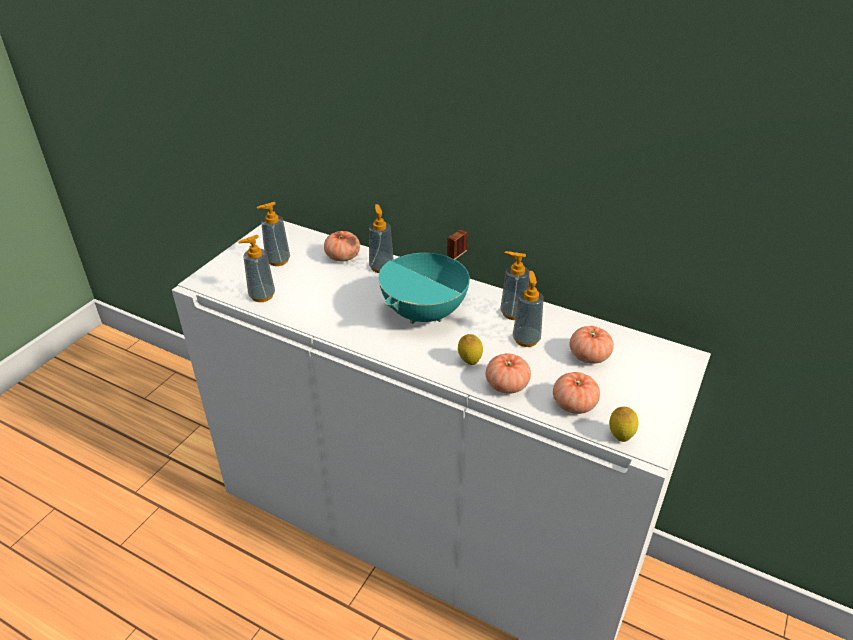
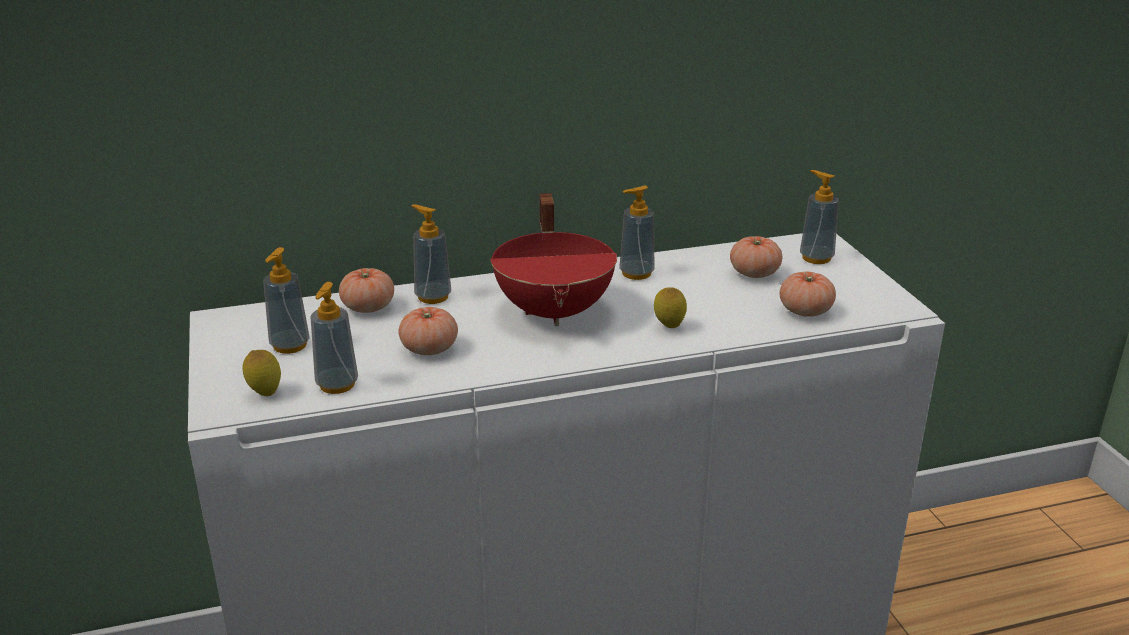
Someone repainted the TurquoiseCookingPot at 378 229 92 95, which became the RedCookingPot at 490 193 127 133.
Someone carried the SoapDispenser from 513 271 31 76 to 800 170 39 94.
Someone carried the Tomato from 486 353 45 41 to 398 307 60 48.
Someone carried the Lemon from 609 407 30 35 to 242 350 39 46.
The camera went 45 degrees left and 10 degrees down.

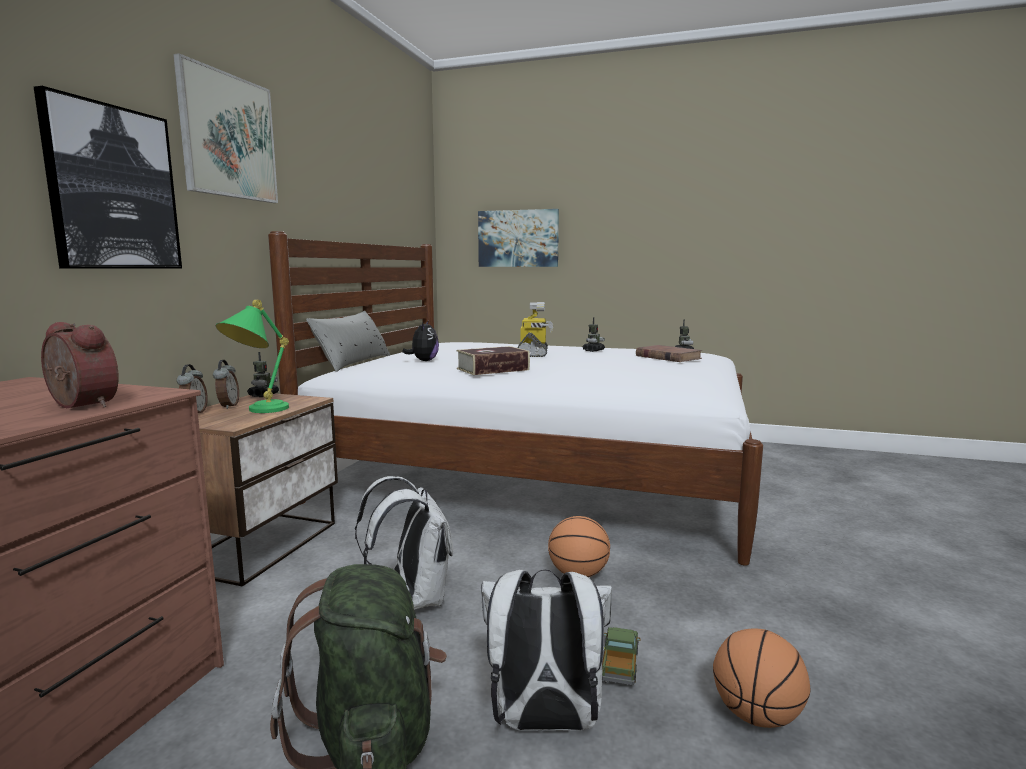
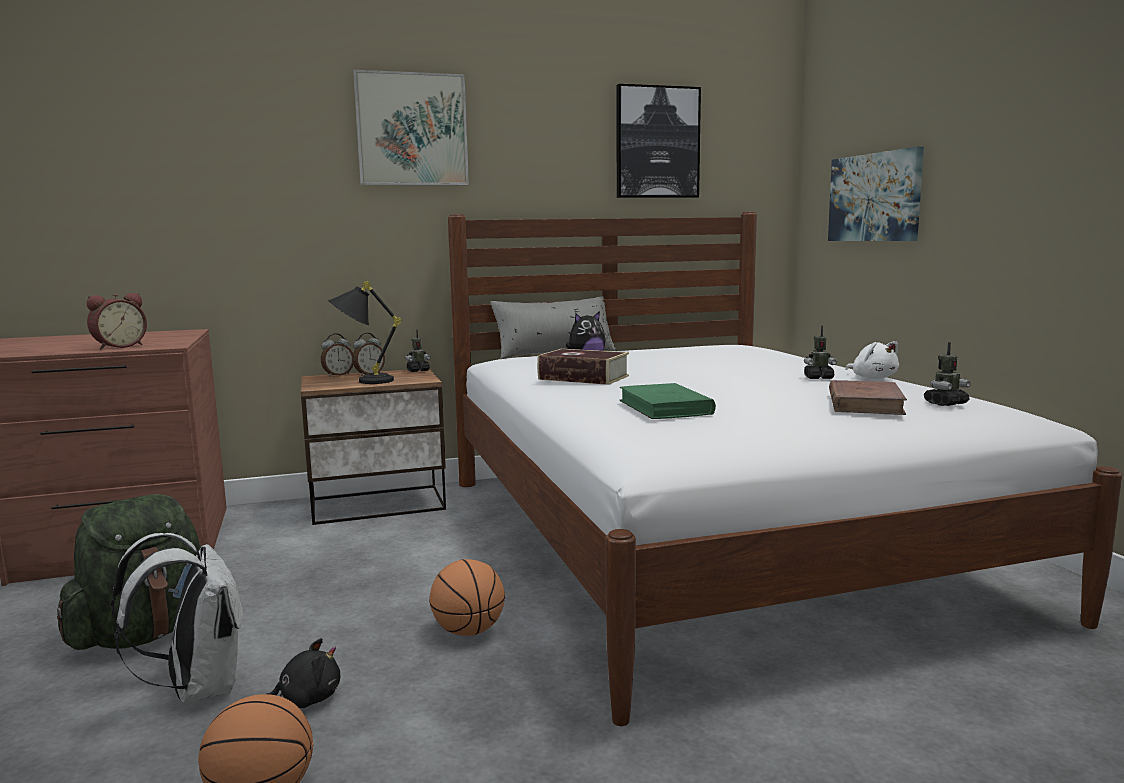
Someone carried the Picture from 34 86 148 183 to 616 84 85 114.
Someone repainted the GreenTableLamp at 216 300 73 113, which became the BlackTableLamp at 328 281 73 103.
Someone took away the ToyRobot at 518 302 35 55.
Someone rotated the AlarmClock at 41 322 78 86 by 45 degrees clockwise.
Someone took away the WhiteBackpack at 355 476 98 134.
Someone swapped the ToyTruck at 602 627 39 58 for the BlackPlushToy at 267 638 73 70.
Someone put down the WhitePlushToy at 846 341 53 38.
Someone put down the GreenBook at 620 383 96 36.
The camera went 55 degrees right and 0 degrees up.

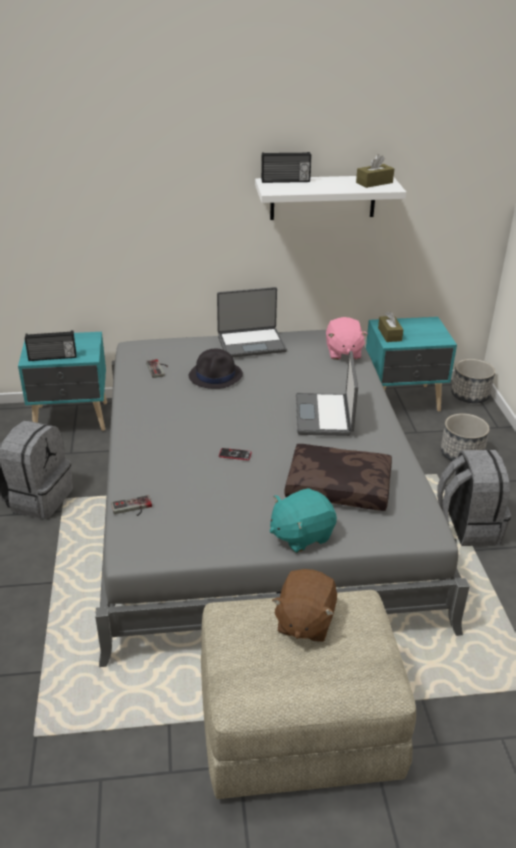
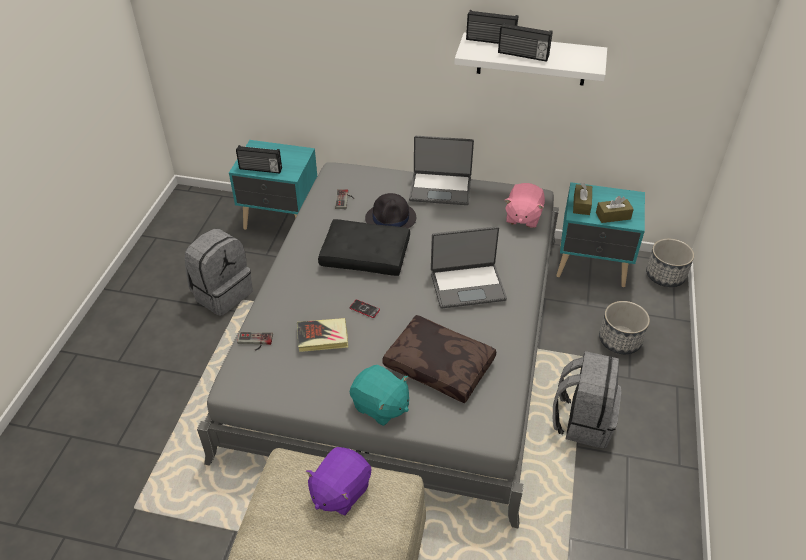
Someone carried the BrownTissueBox from 356 154 38 34 to 596 196 38 27.
Someone rotated the Laptop at 296 351 62 85 by 120 degrees counterclockwise.
Someone rotated the TurquoisePlushToy at 270 488 67 65 by 135 degrees counterclockwise.
Someone repainted the BrownPlushToy at 272 569 65 73, which became the PurplePlushToy at 306 447 65 68.
Someone put down the Radio at 498 22 55 40.
Someone put down the BlackPillow at 318 219 92 57.
Someone put down the Book at 297 318 51 34.
The camera went 20 degrees right and 10 degrees up.

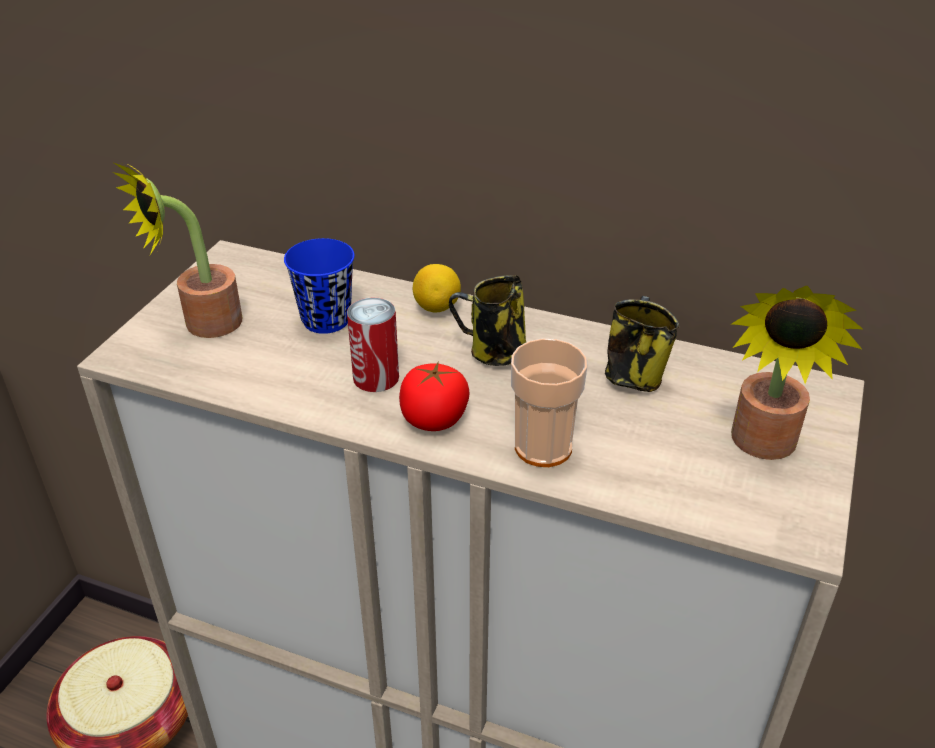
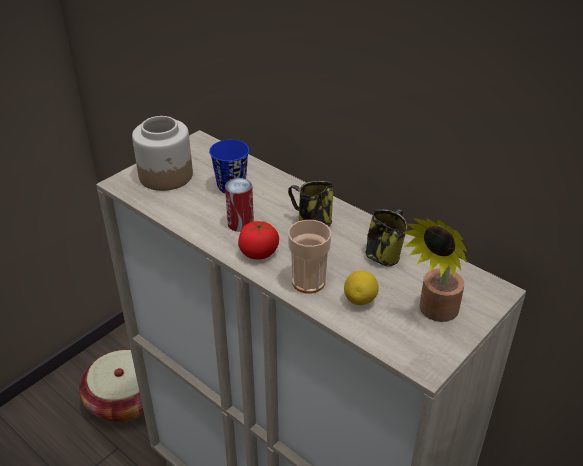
Someone swapped the PottedPlant at 112 162 130 176 for the Jar at 132 116 61 75.
Someone carried the Lemon from 412 264 49 48 to 344 271 35 34.
The camera went 20 degrees right and 0 degrees up.

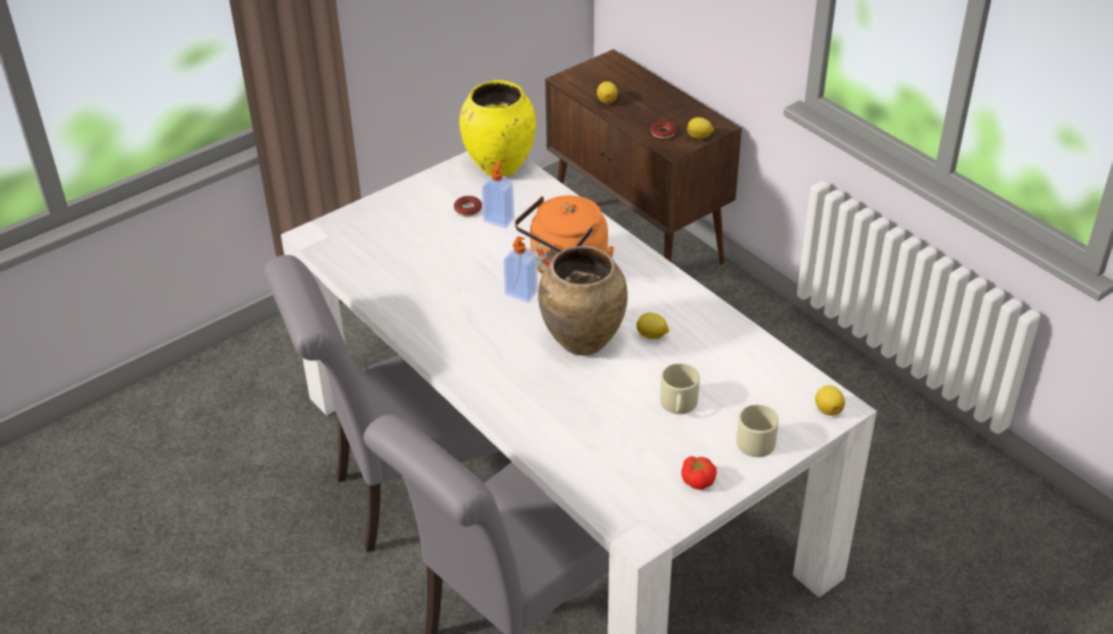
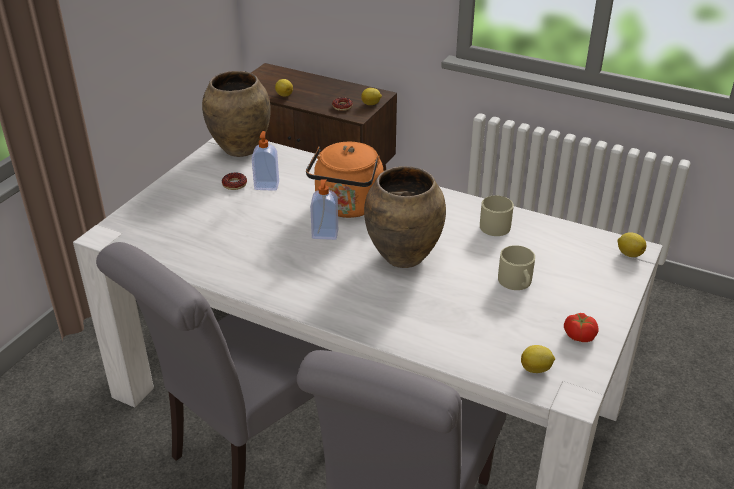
Someone repainted the YellowVase at 459 80 77 97, which became the BrownVase at 202 71 69 86.
Someone carried the Lemon from 636 313 33 26 to 521 345 34 28.
Someone carried the BeigeMug from 737 405 42 52 to 480 195 34 41.
The camera went 25 degrees left and 5 degrees down.

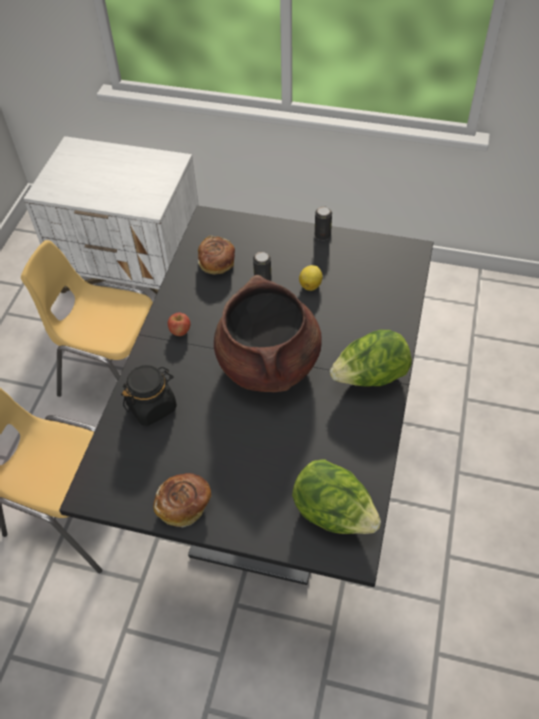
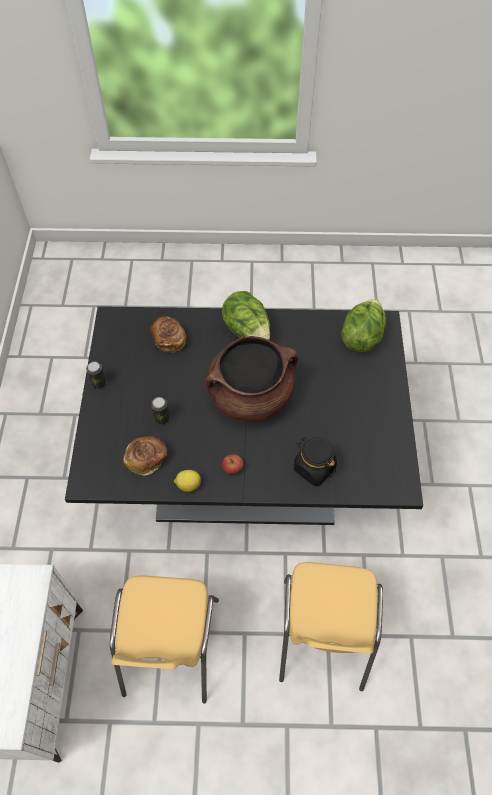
Someone carried the Lemon from 299 265 24 26 to 174 470 27 22.
Someone carried the Bread from 153 473 58 54 to 151 317 35 36.
The camera went 105 degrees left and 5 degrees up.

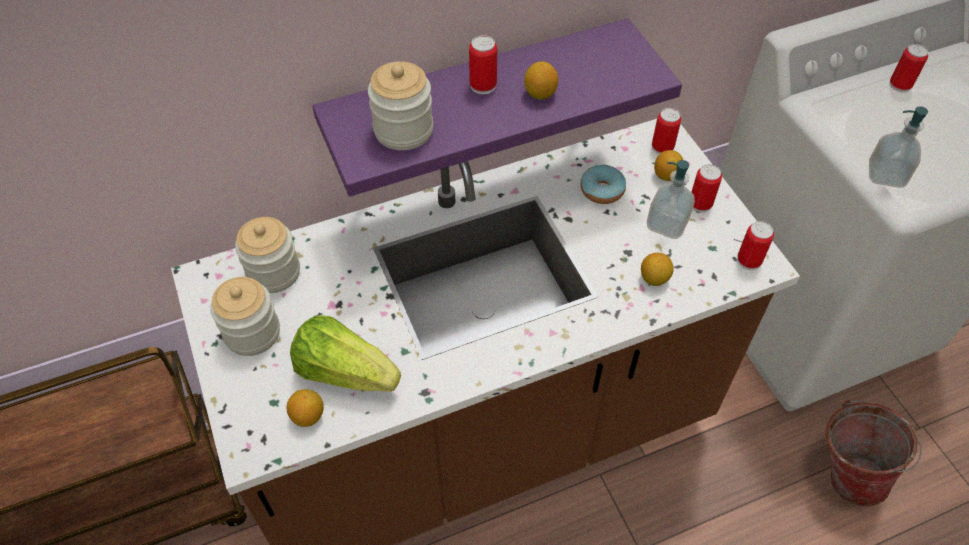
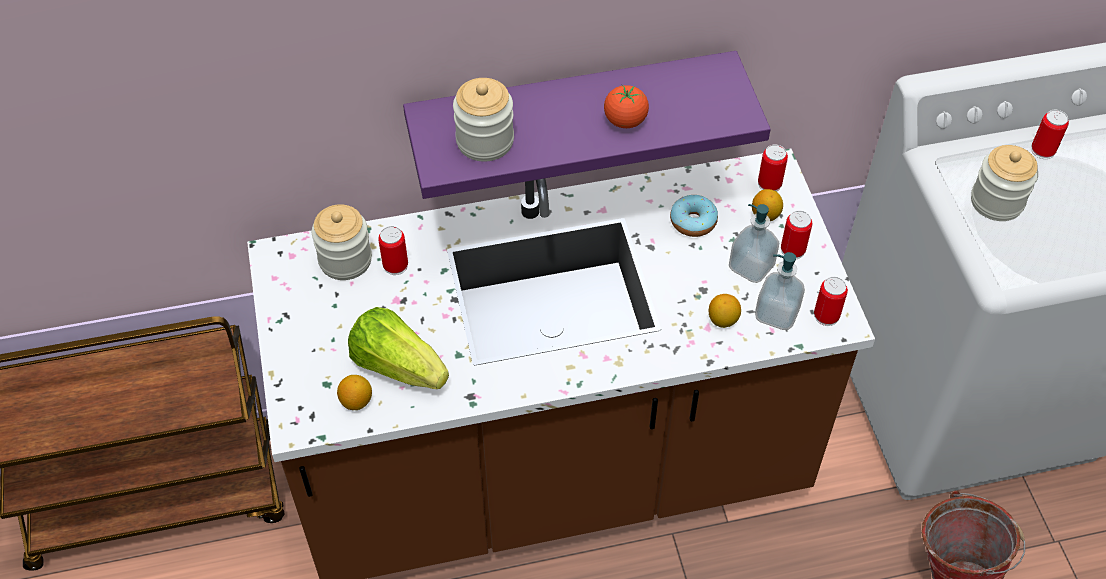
Someone carried the Can from 469 35 28 59 to 378 226 30 49.
Someone swapped the Lemon at 524 61 34 39 for the Tomato at 604 85 45 43.
Someone carried the SoapDispenser from 869 106 59 82 to 755 252 50 78.
Someone carried the Jar from 211 277 69 79 to 971 145 67 76.
The camera went 10 degrees right and 0 degrees up.

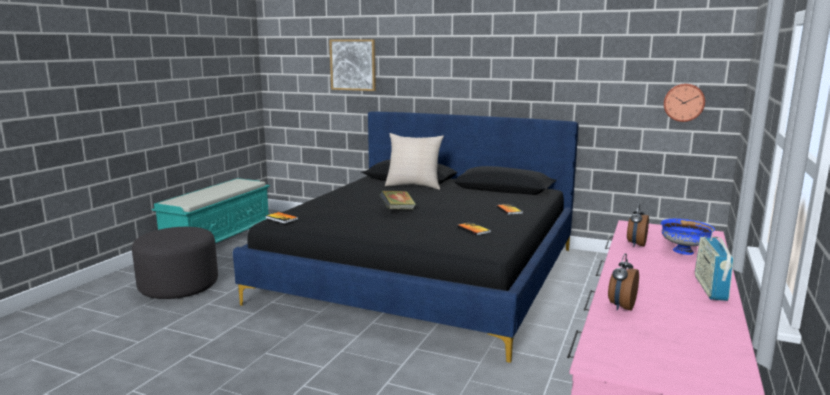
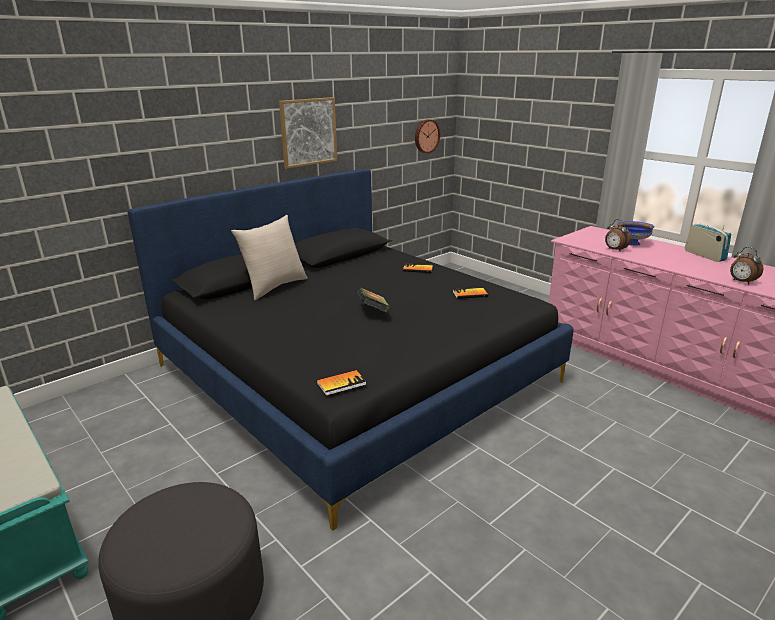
Someone carried the Picture from 329 39 47 52 to 279 97 58 71.
Someone rotated the Radio at 695 229 39 72 by 150 degrees counterclockwise.
The camera went 65 degrees left and 10 degrees up.

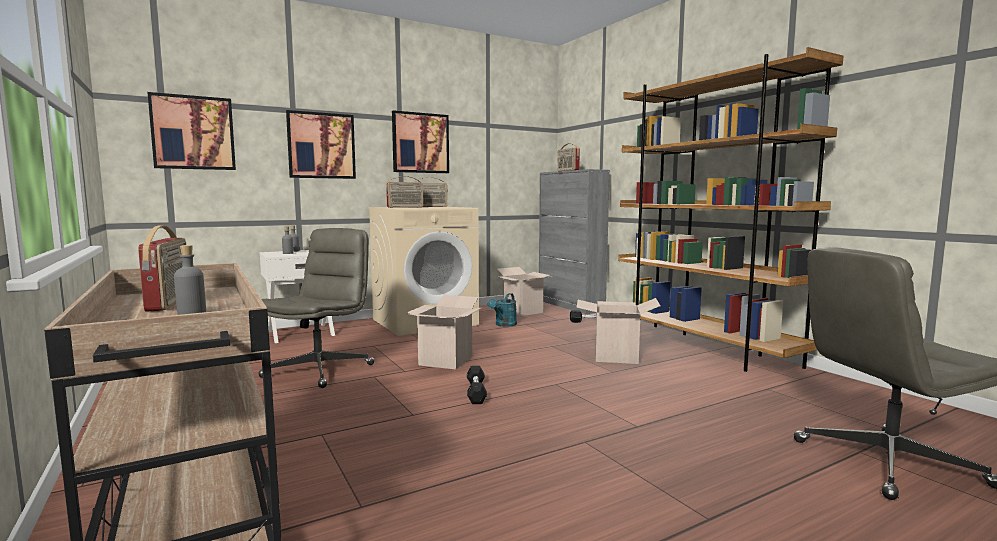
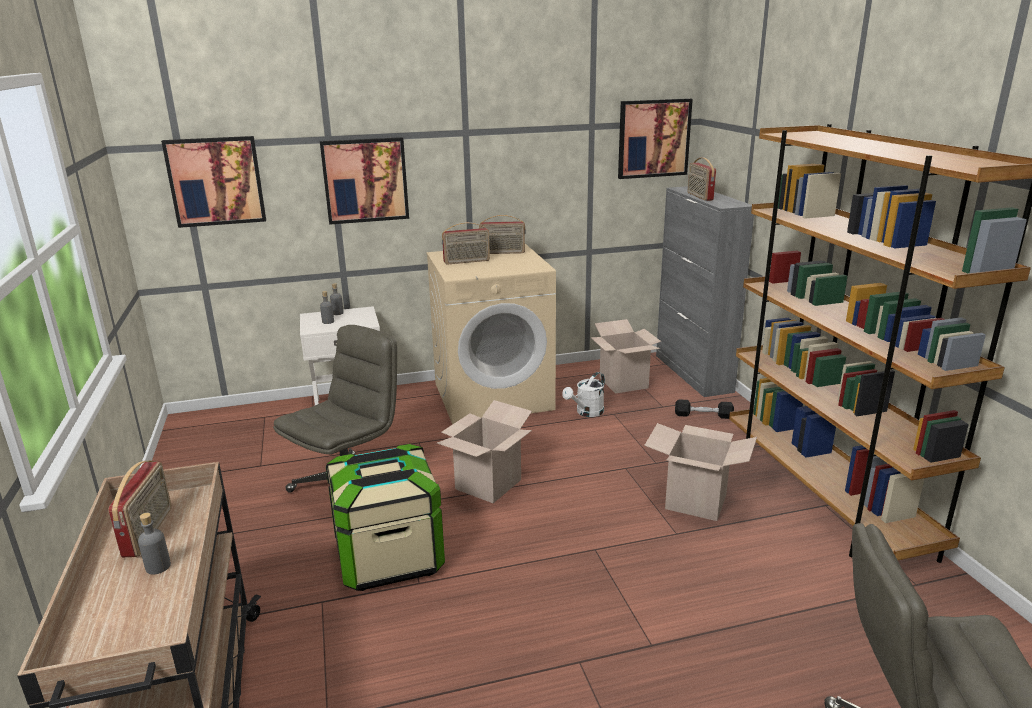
Someone carried the Picture from 392 110 57 63 to 618 98 75 81.
Someone repainted the TurquoiseWateringCan at 488 293 29 34, which became the WhiteWateringCan at 562 372 43 45.
Someone took away the BlackDumbbell at 467 366 20 38.
Someone put down the StorageBox at 326 444 119 147.
The camera went 15 degrees right and 15 degrees up.

